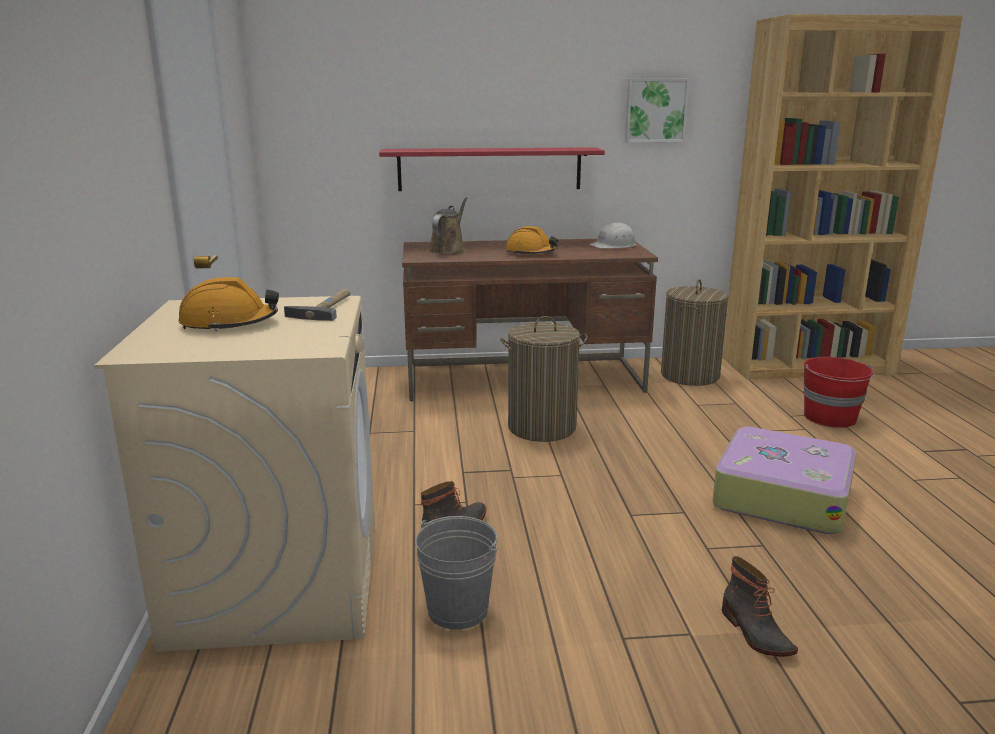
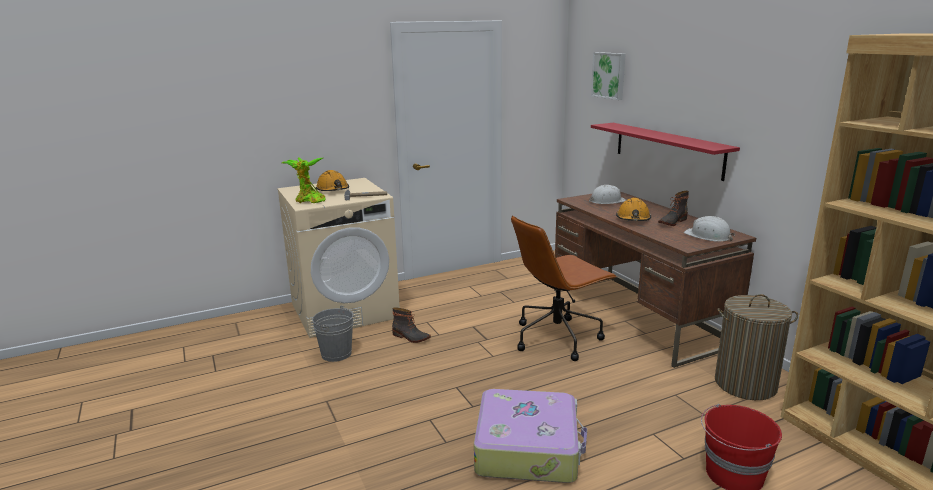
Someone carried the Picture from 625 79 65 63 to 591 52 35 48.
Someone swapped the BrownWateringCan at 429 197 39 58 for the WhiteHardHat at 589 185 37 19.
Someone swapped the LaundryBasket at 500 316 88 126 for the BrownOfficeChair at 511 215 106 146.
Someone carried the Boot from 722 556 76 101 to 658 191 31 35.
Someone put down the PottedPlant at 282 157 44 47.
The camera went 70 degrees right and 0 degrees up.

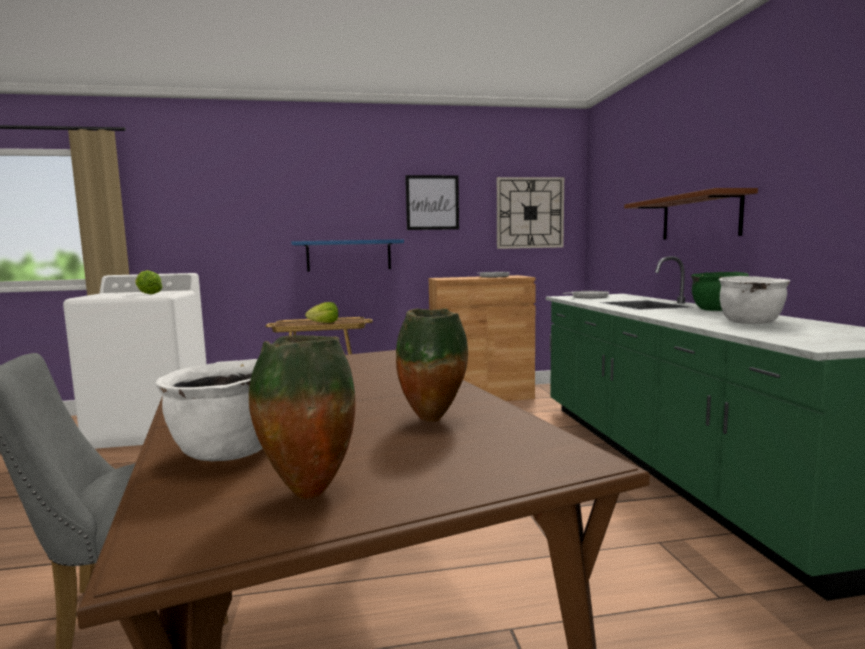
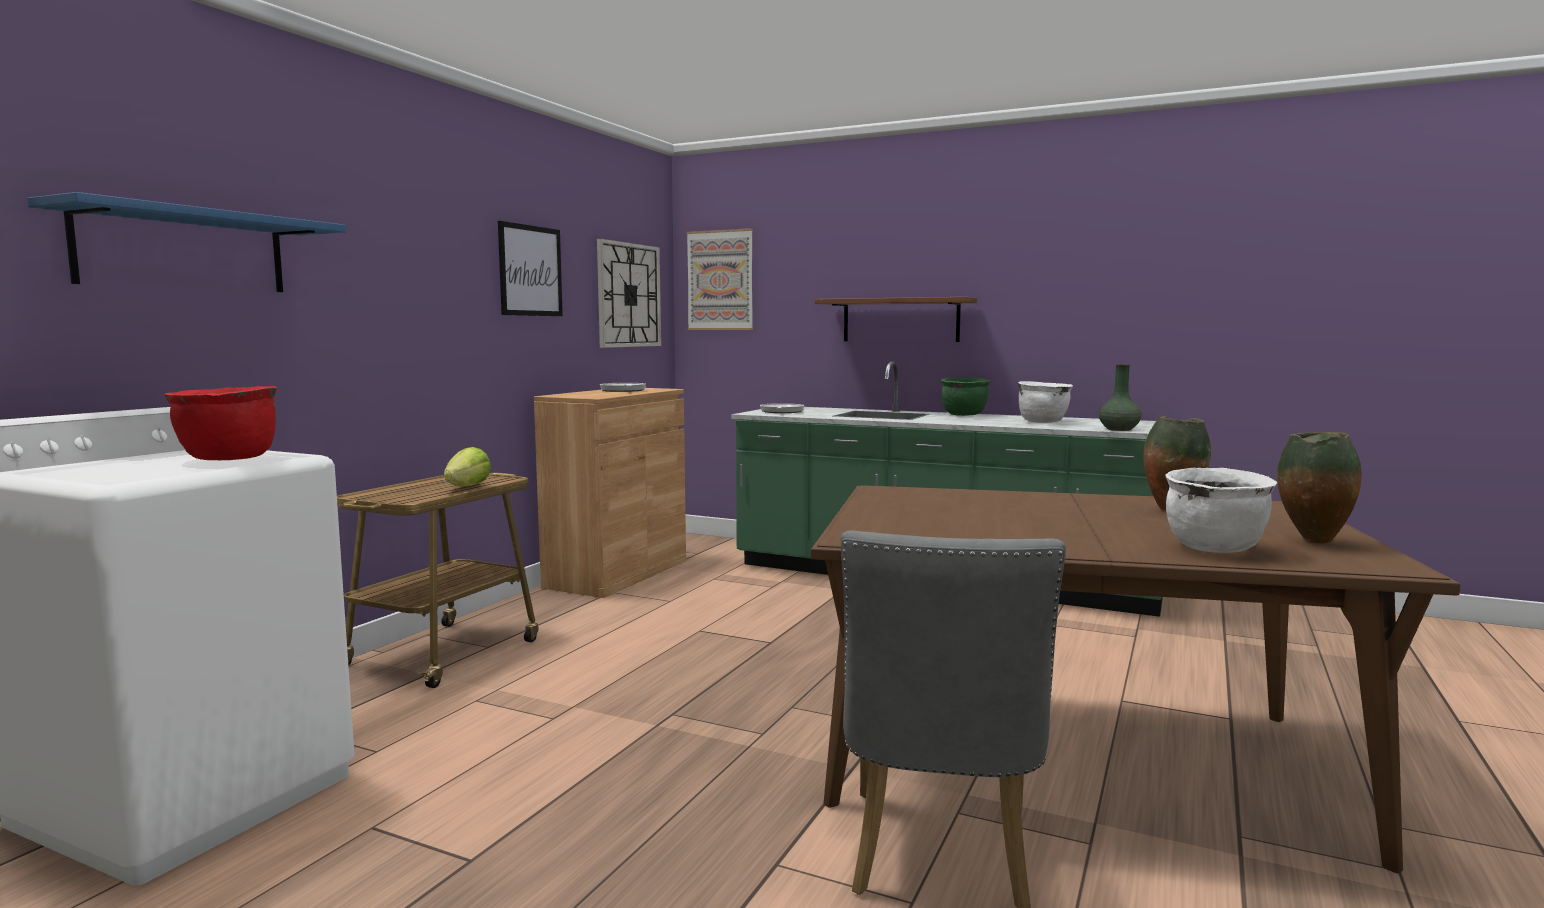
Someone carried the BlueShelf from 291 239 113 33 to 27 192 319 100.
Someone swapped the Lettuce at 135 270 27 24 for the RedCookingPot at 165 386 112 74.
Someone put up the Picture at 686 228 67 102.
Someone put down the GreenVase at 1099 364 43 67.
The camera went 55 degrees left and 0 degrees up.

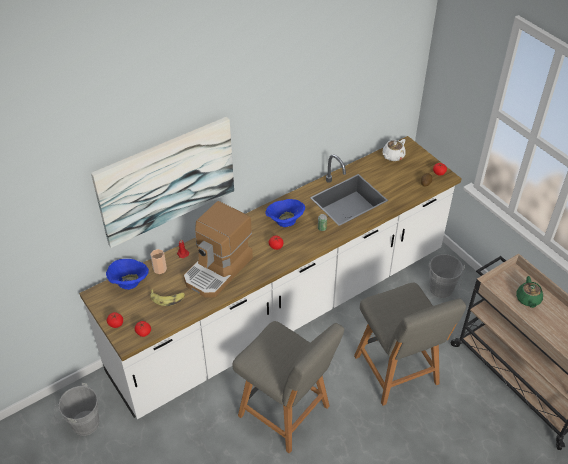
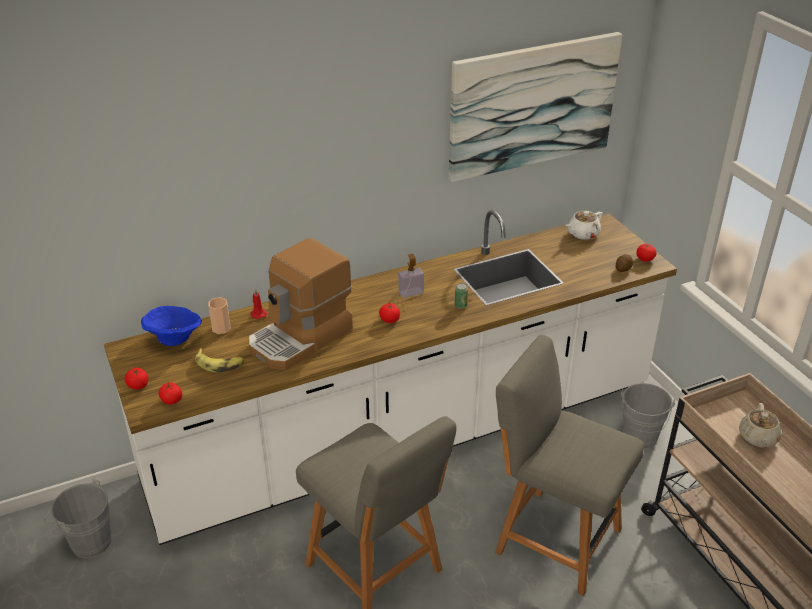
Someone carried the Picture from 91 117 143 131 to 449 32 173 150.
Someone swapped the BlueBowl at 266 199 39 28 for the SoapDispenser at 398 254 26 44.
Someone repainted the GreenTeapot at 516 276 27 32, which became the BeigeTeapot at 739 403 42 45.
Someone rotated the GreyChair at 354 283 112 123 by 135 degrees clockwise.
The camera went 10 degrees right and 10 degrees down.

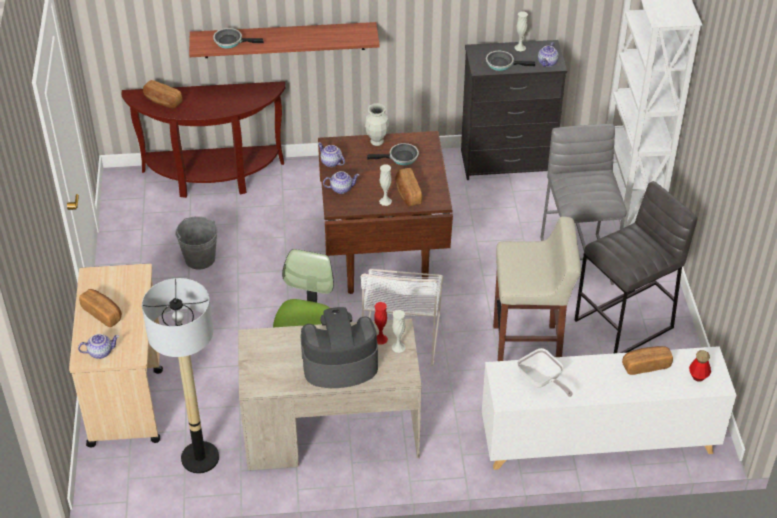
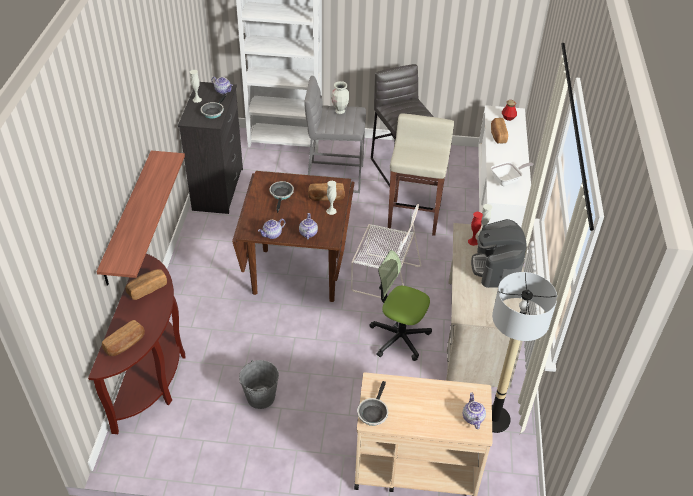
Someone carried the FryingPan from 213 28 51 20 to 357 381 31 45.
Someone carried the Vase from 365 103 24 43 to 331 81 18 33.
Someone carried the Bread from 79 289 43 38 to 126 269 41 31.
The camera went 80 degrees left and 0 degrees up.

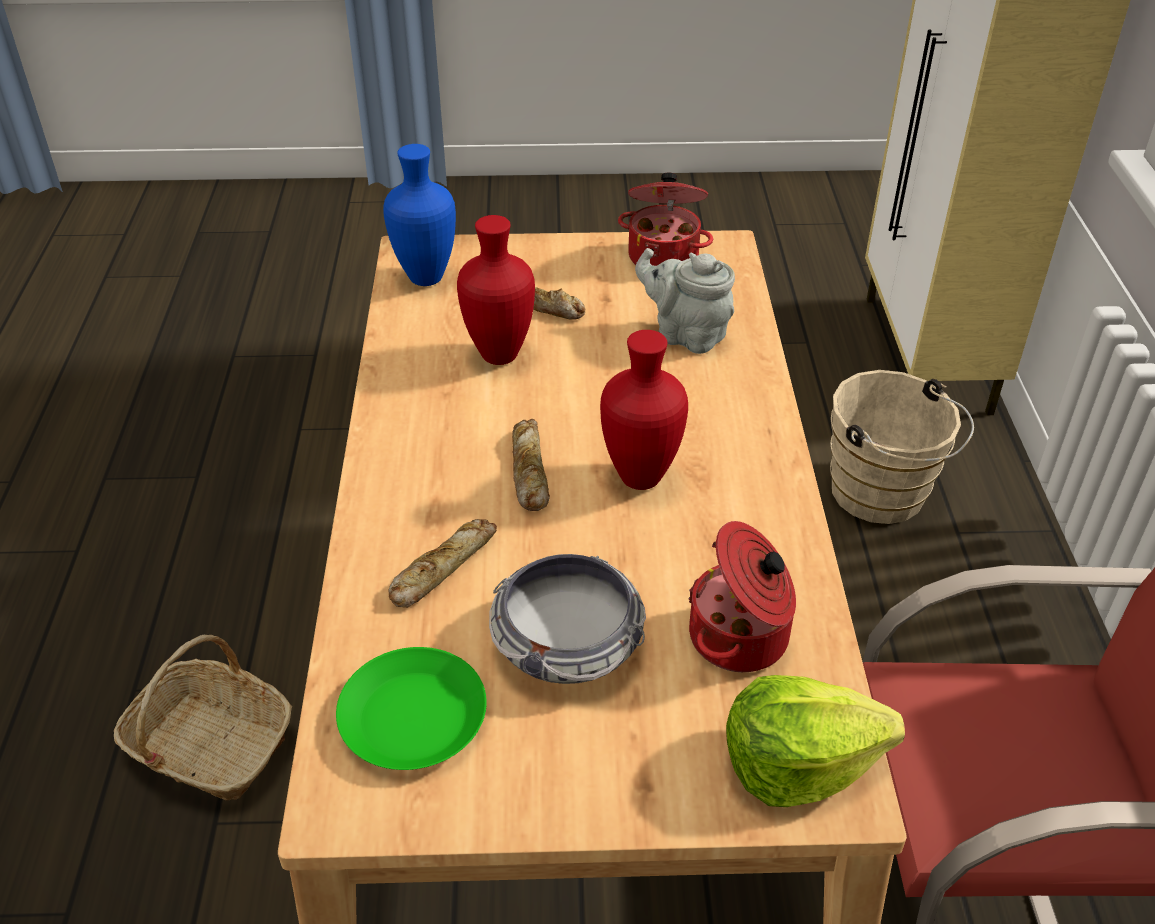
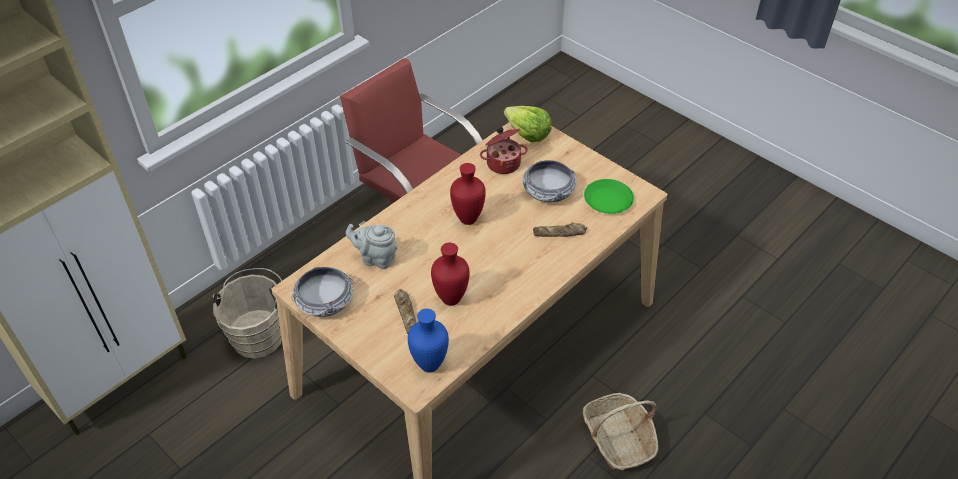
Someone swapped the CookingPot at 618 173 95 93 for the Bowl at 292 267 62 50.
Someone rotated the GreyTeapot at 635 248 100 106 by 120 degrees clockwise.
Someone took away the Bread at 512 419 38 92.
The camera went 135 degrees left and 5 degrees up.

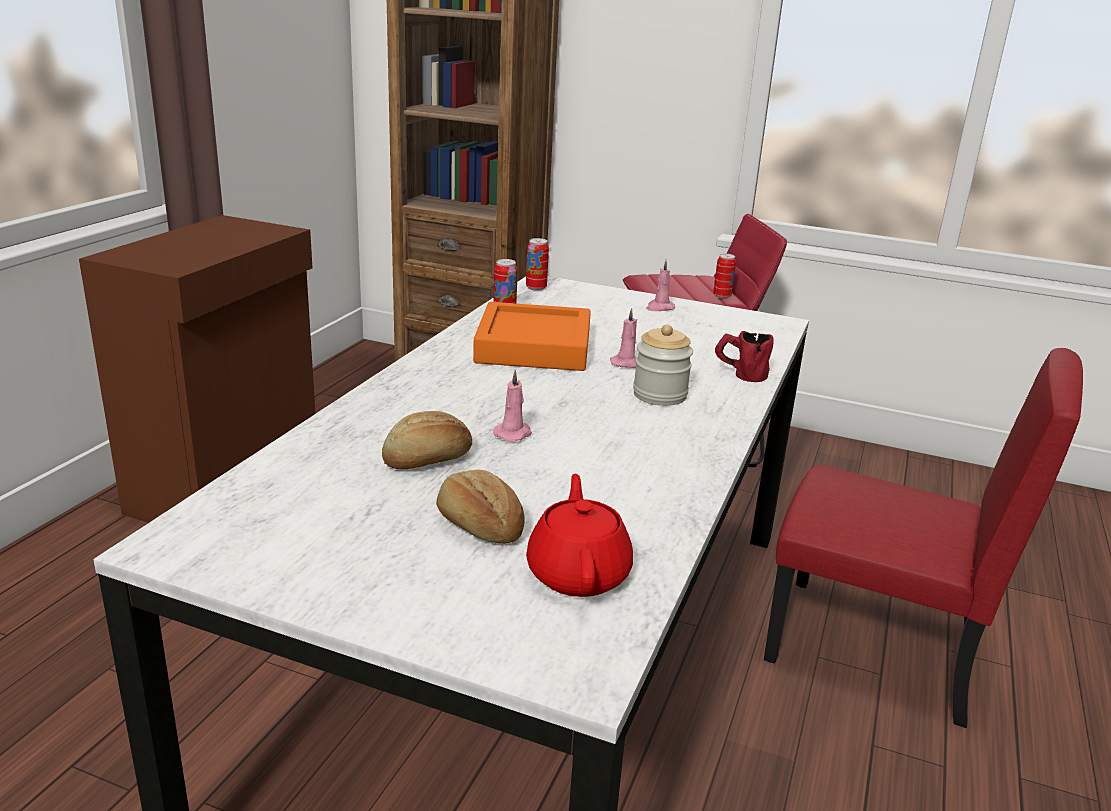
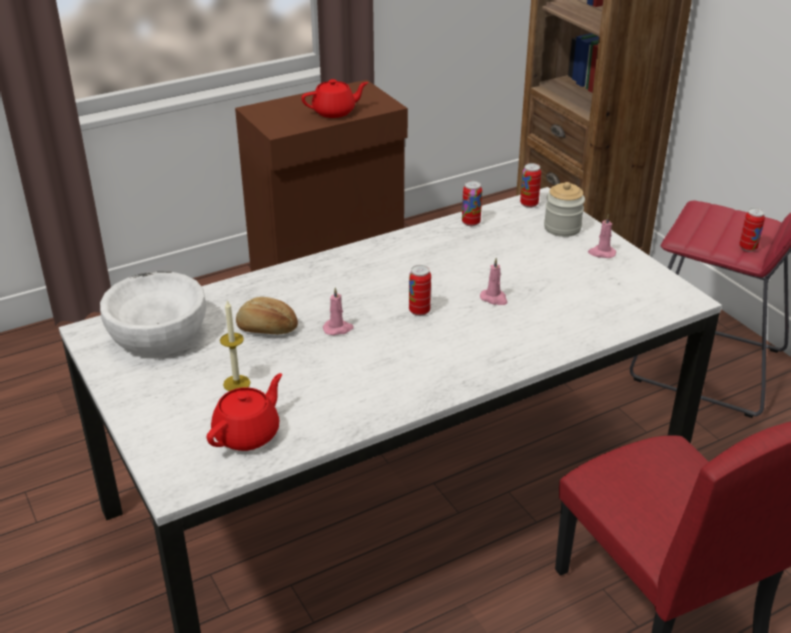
Someone took away the OrangeTray at 473 302 118 69.
Someone carried the Jar from 633 324 60 82 to 544 182 41 55.
Someone took away the RedMug at 715 331 59 51.
Someone swapped the Bread at 436 469 89 74 for the Candle at 220 300 30 91.
Someone put down the RedTeapot at 301 79 67 39.
Someone put down the Can at 409 265 22 51.
Someone put down the WhiteBowl at 100 271 106 86.
The camera went 40 degrees right and 10 degrees up.

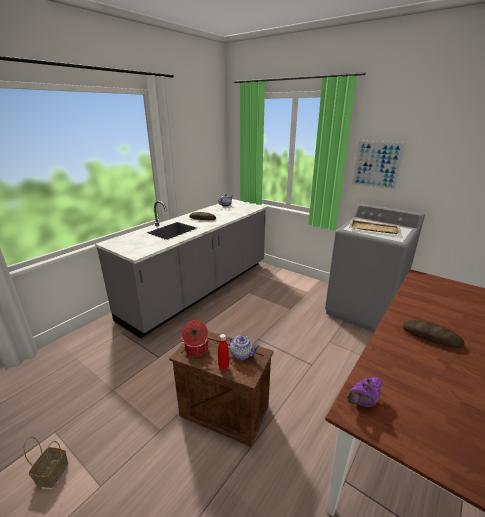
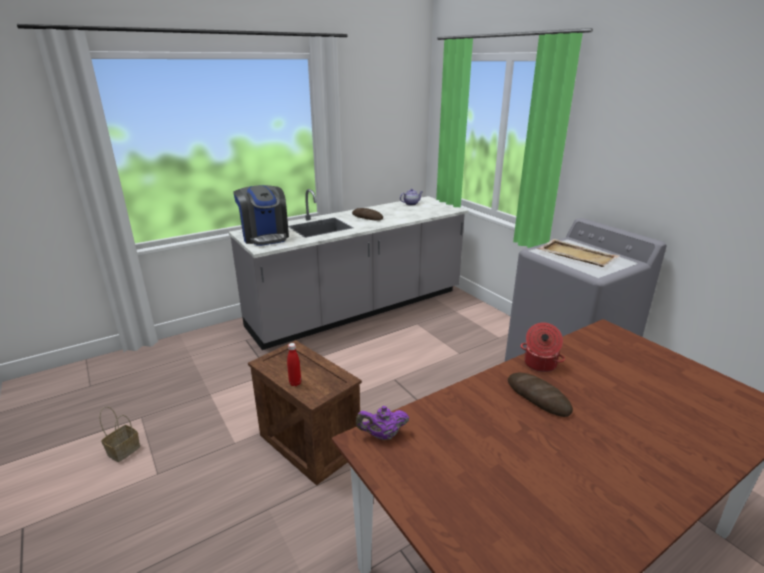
Someone took away the Picture at 351 140 55 51.
Someone carried the CookingPot from 181 320 31 37 to 521 322 44 50.
Someone took away the Teapot at 226 335 34 25.
Someone put down the CoffeeMachine at 233 185 56 61.
The camera went 20 degrees right and 0 degrees up.

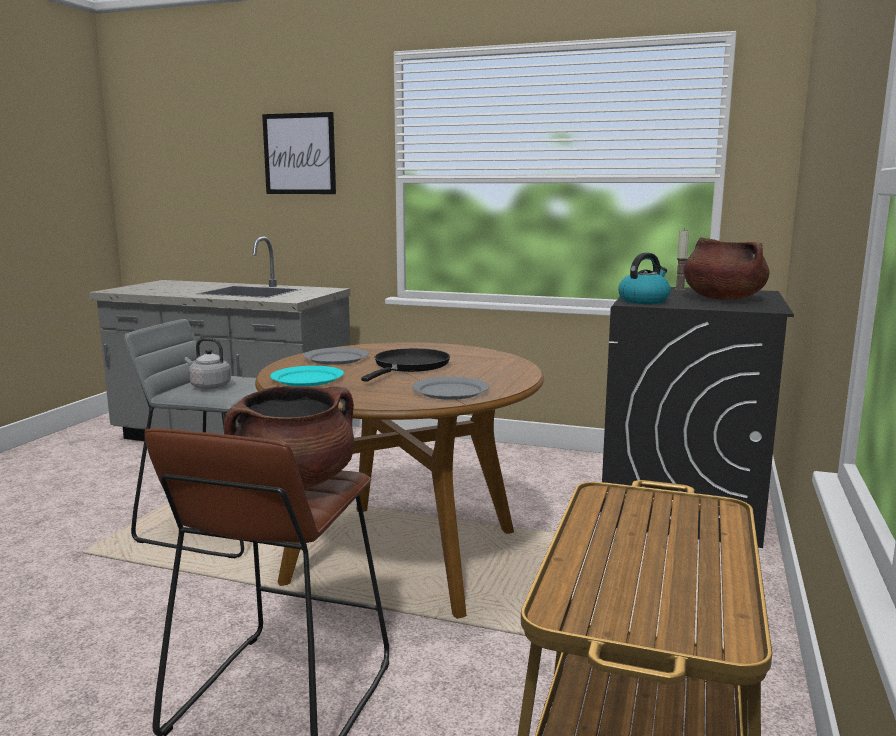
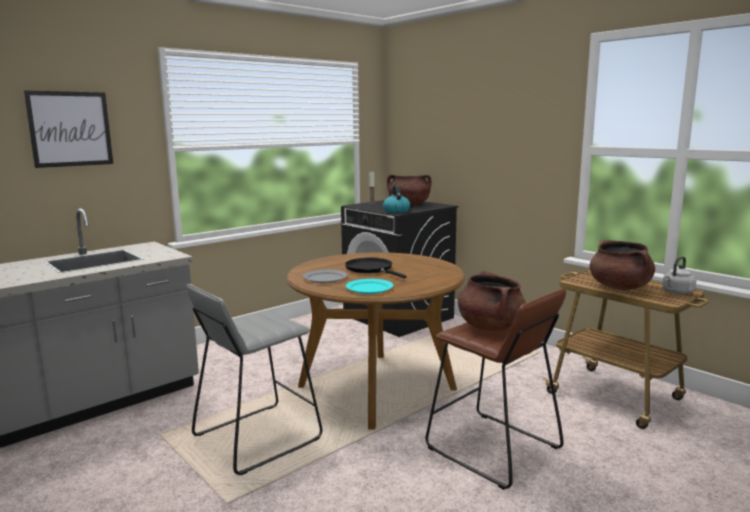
Someone carried the GreyKettle from 185 338 46 51 to 662 256 34 38.
Someone took away the GreyPlate at 412 377 77 23.
Someone put down the BrownCookingPot at 590 240 65 50.
The camera went 60 degrees left and 0 degrees up.

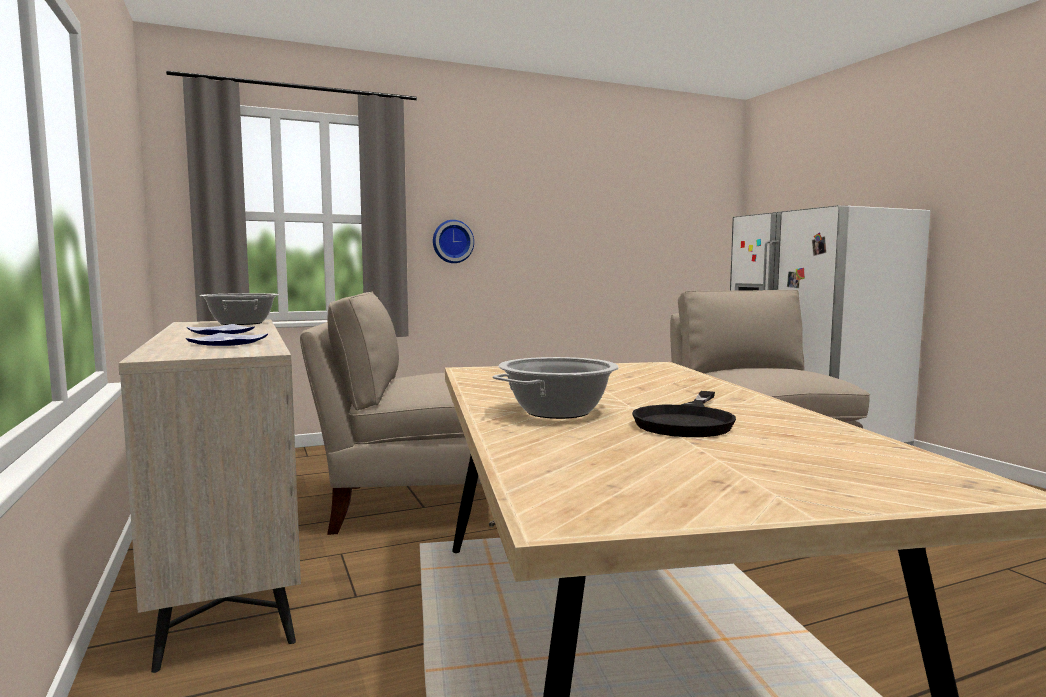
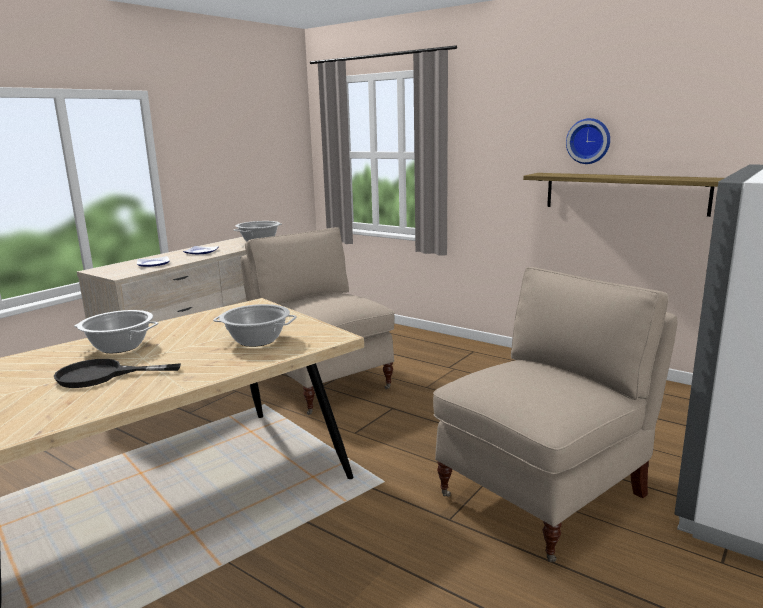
Someone carried the WallClock from 433 220 41 43 to 566 118 44 46.
Someone put up the Shelf at 523 173 201 44.
Someone put down the CookingPot at 213 304 84 43.
The camera went 60 degrees right and 10 degrees up.

